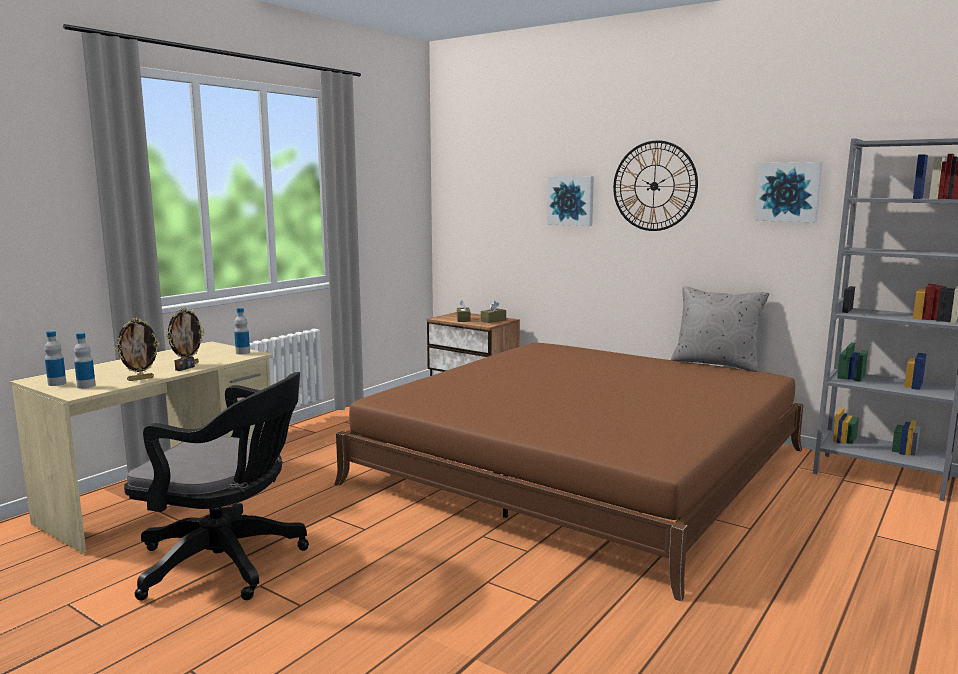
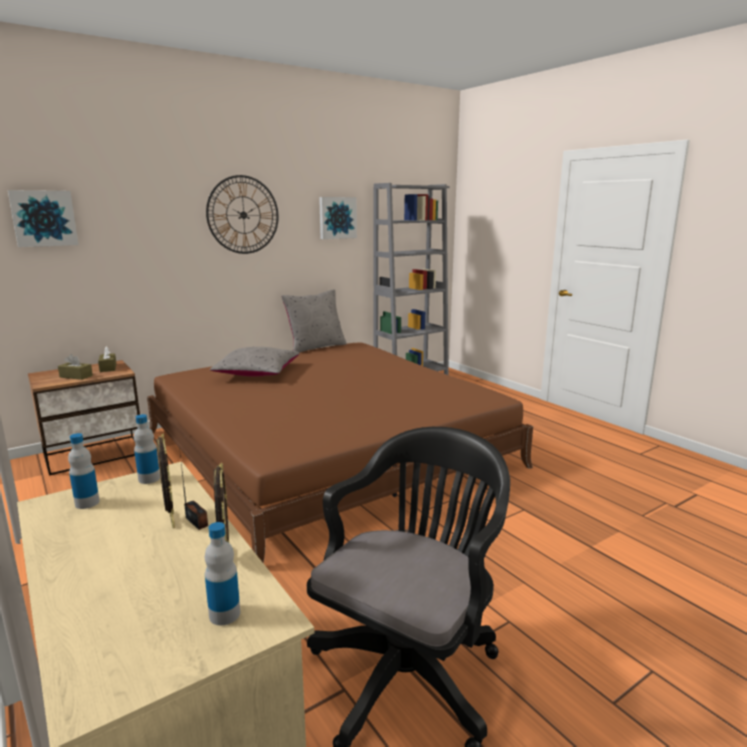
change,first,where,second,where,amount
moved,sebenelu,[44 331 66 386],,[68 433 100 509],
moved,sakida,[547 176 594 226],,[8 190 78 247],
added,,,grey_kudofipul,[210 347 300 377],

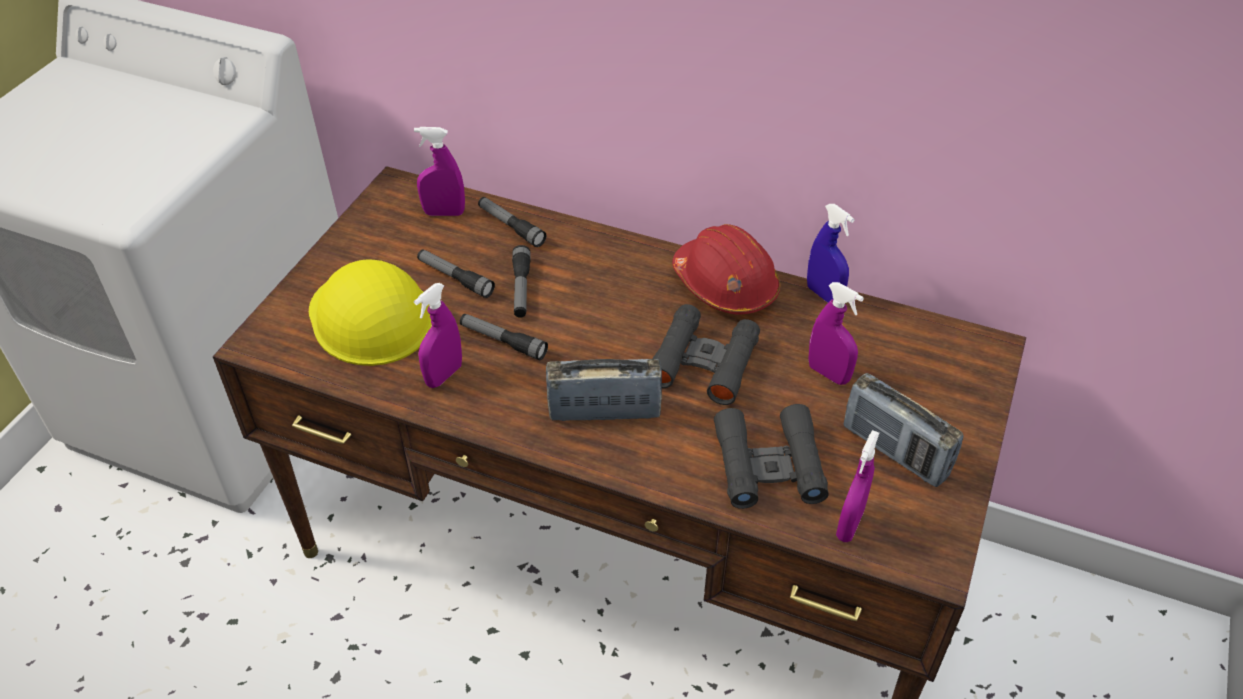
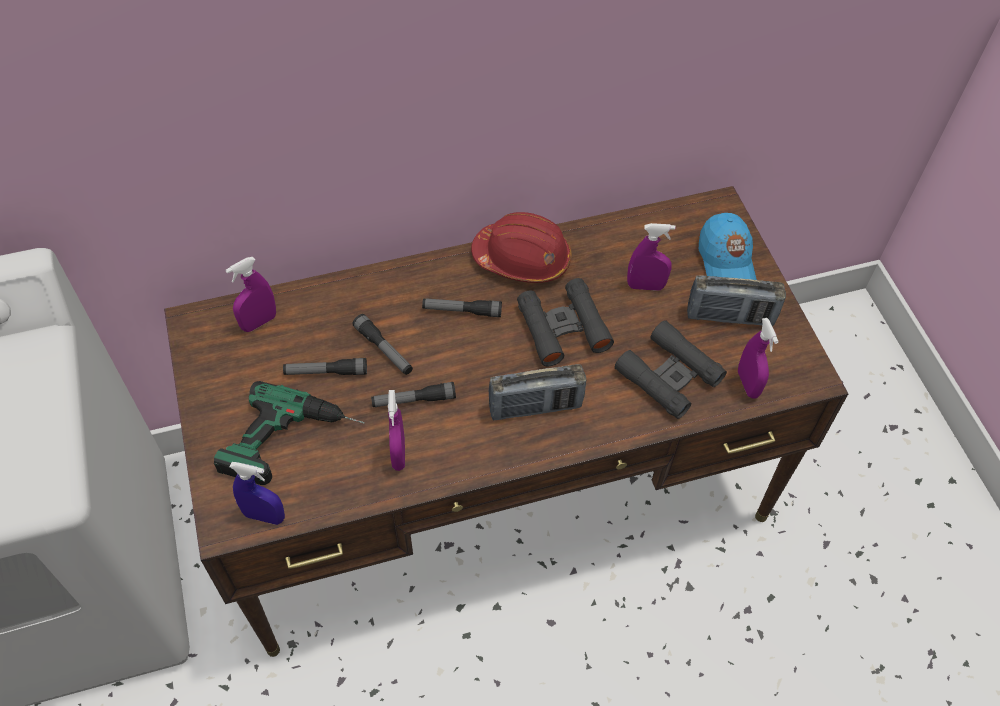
change,first,where,second,where,amount
replaced,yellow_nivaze,[309 259 432 366],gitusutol,[214 381 365 485],
moved,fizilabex,[478 197 547 247],,[422 298 502 317],
turned,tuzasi,[546 359 662 421],,[488 364 586 420],150 degrees counterclockwise
moved,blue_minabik,[807 204 855 303],,[230 462 285 525],
added,,,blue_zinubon,[699 213 757 280],

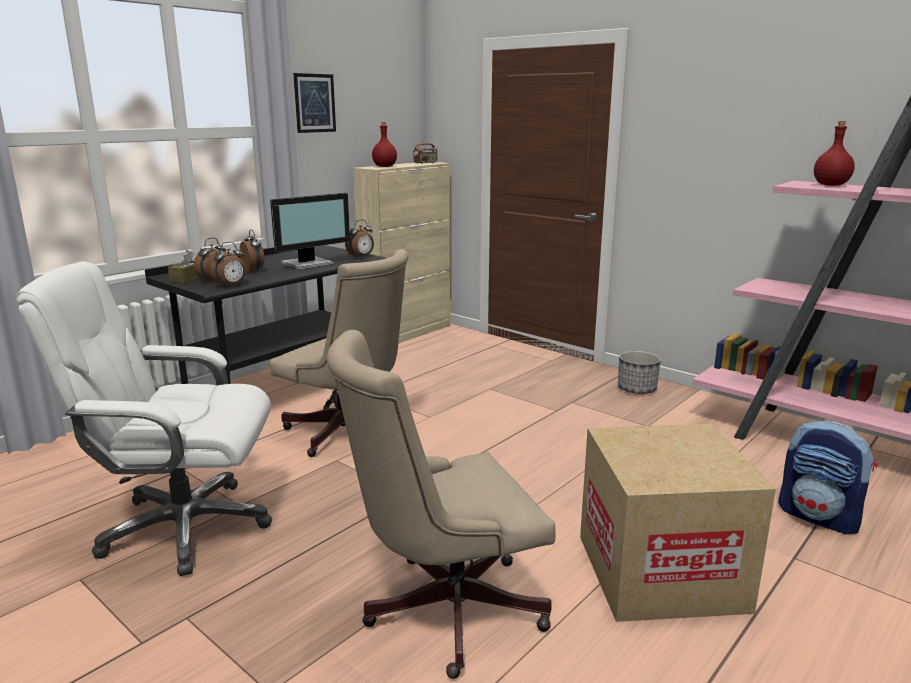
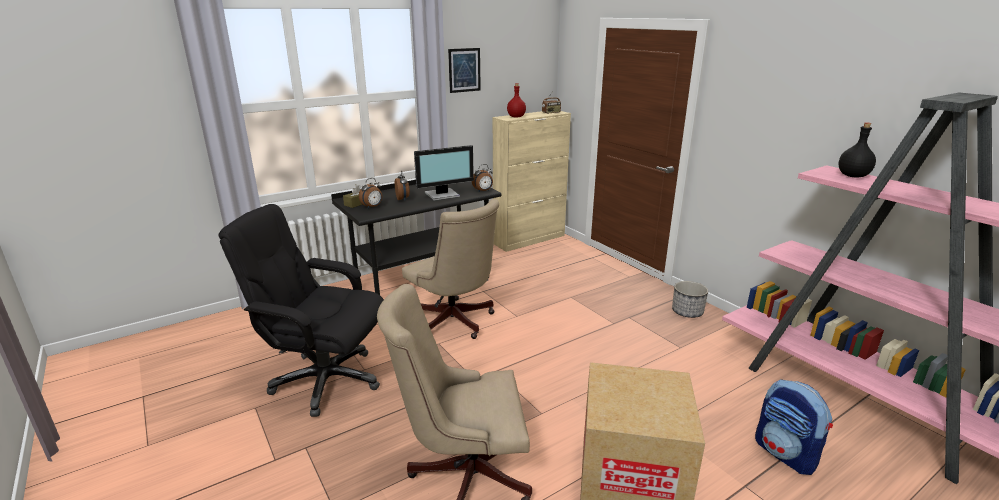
change,first,where,second,where,amount
recoloured,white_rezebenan,[16 261 272 576],black_rezebenan,[218 204 384 417],
removed,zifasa,[210 242 246 288],,,
recoloured,red_sebenelu,[814 121 855 186],black_sebenelu,[839 122 876 178],

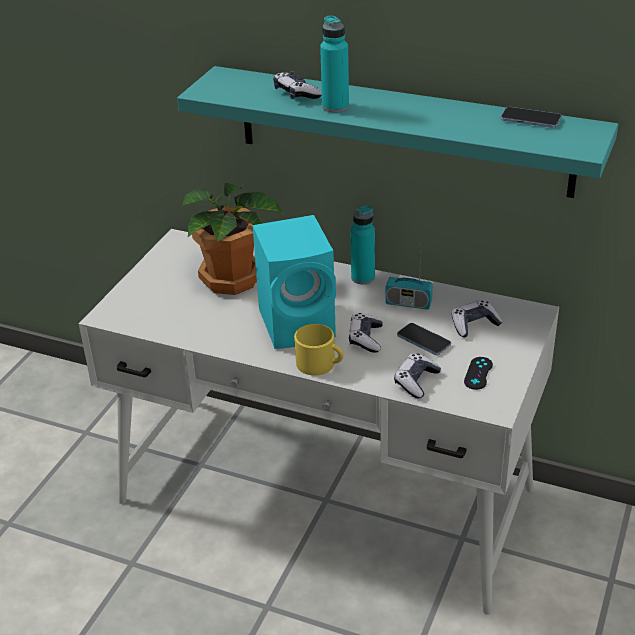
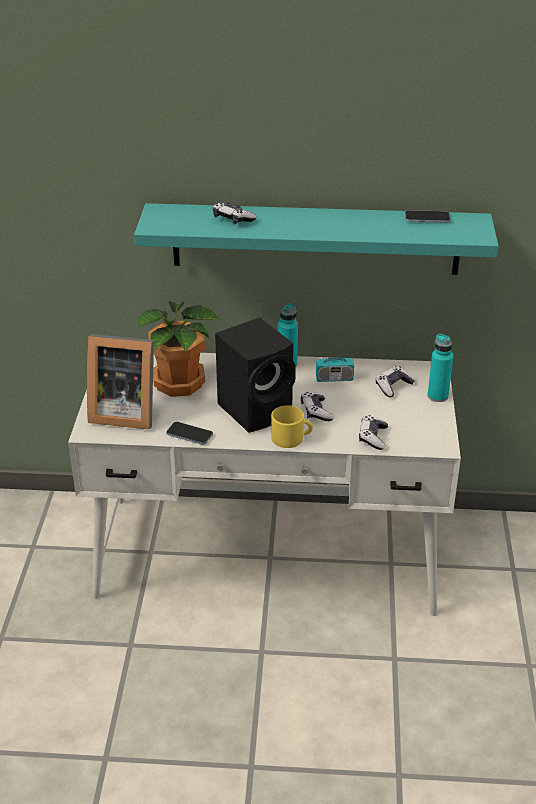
change,first,where,second,where,amount
recoloured,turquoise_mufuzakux,[252 215 336 349],black_mufuzakux,[215 317 296 433],
moved,turquoise_sebenelu,[320 15 349 113],,[428 334 454 402],
moved,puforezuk,[397 323 451 355],,[166 422 213 445],
removed,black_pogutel,[464 357 493 390],,,
added,,,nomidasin,[87 334 154 430],

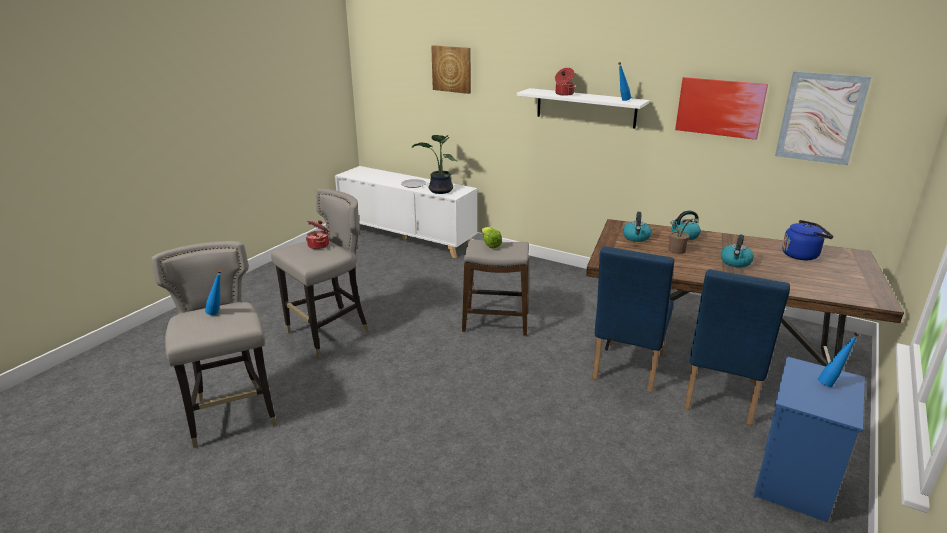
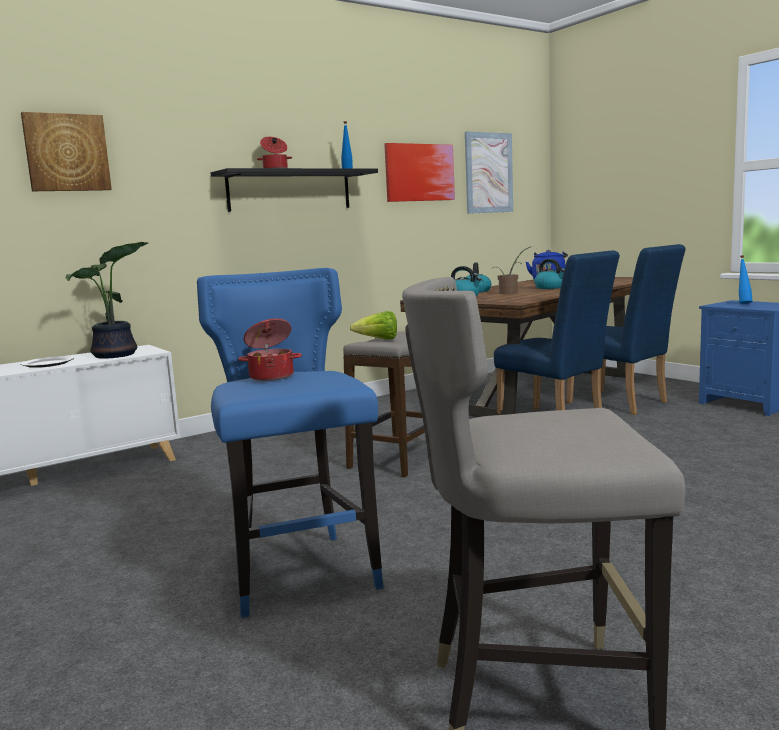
change,first,where,second,where,amount
removed,blue_sebenelu,[205 270 221 315],,,
recoloured,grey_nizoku,[271 189 369 358],blue_nizoku,[197 268 383 618],
recoloured,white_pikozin,[517 88 650 129],black_pikozin,[210 168 378 212],

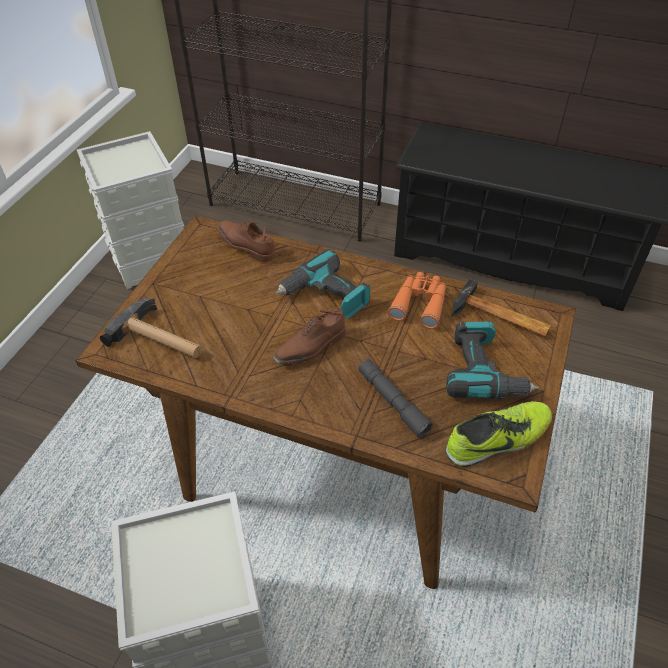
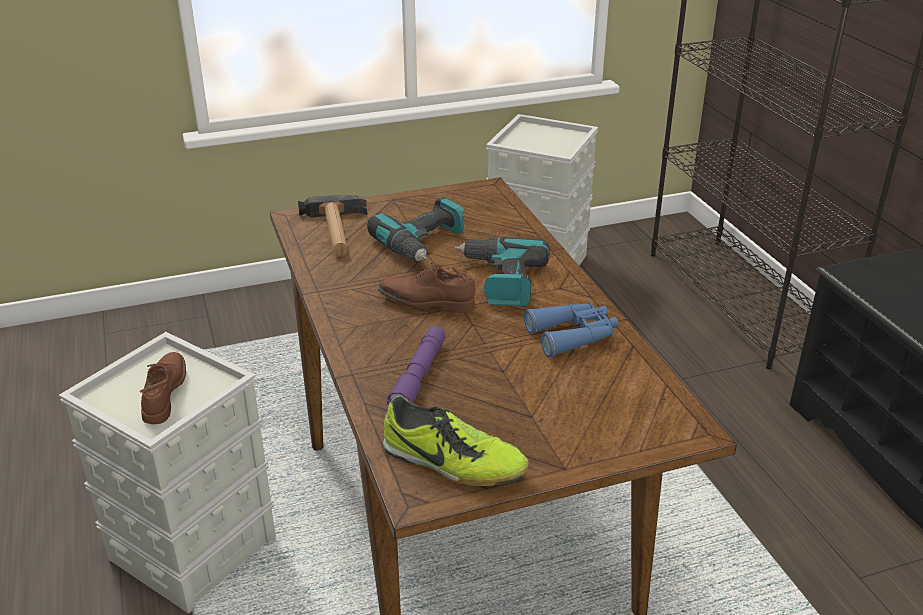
change,first,where,second,where,amount
moved,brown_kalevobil,[218 219 275 262],,[139 352 186 424],
recoloured,grey_fizilabex,[359 359 433 438],purple_fizilabex,[387 326 446 405],
recoloured,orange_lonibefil,[388 272 446 329],blue_lonibefil,[524 302 618 357],
moved,gitusutol,[446 321 539 399],,[367 197 464 263],
removed,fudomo,[451 279 551 336],,,

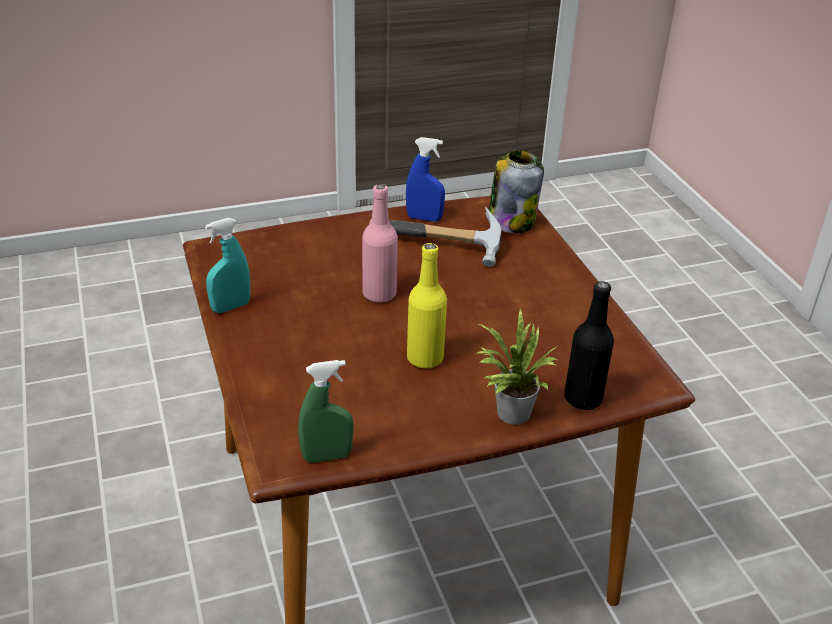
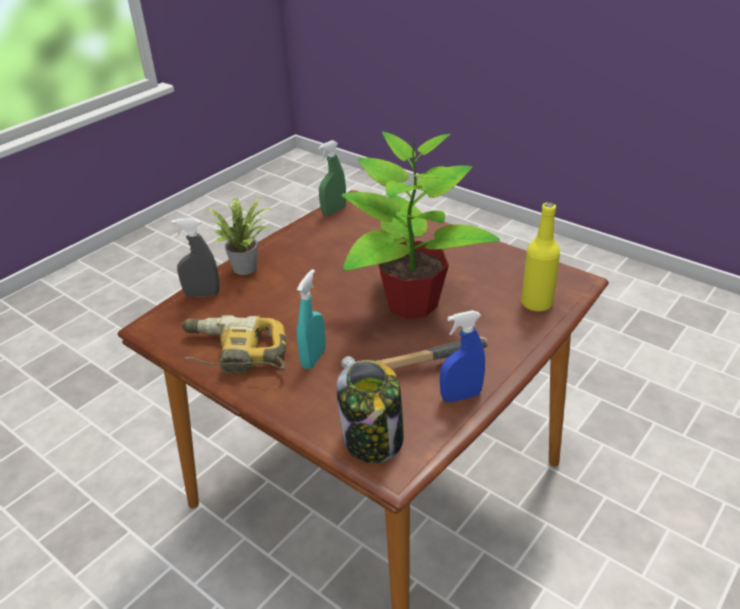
change,first,where,second,where,amount
moved,turquoise_minabik,[205 218 250 313],,[297 269 326 369],
replaced,pink_sebenelu,[362 184 398 302],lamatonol,[341 131 500 319],
moved,yellow_sebenelu,[407 243 447 368],,[521 202 560 311],
replaced,black_sebenelu,[564 281 614 410],grey_minabik,[171 218 220 297],
added,,,gitusutol,[181 315 286 374],

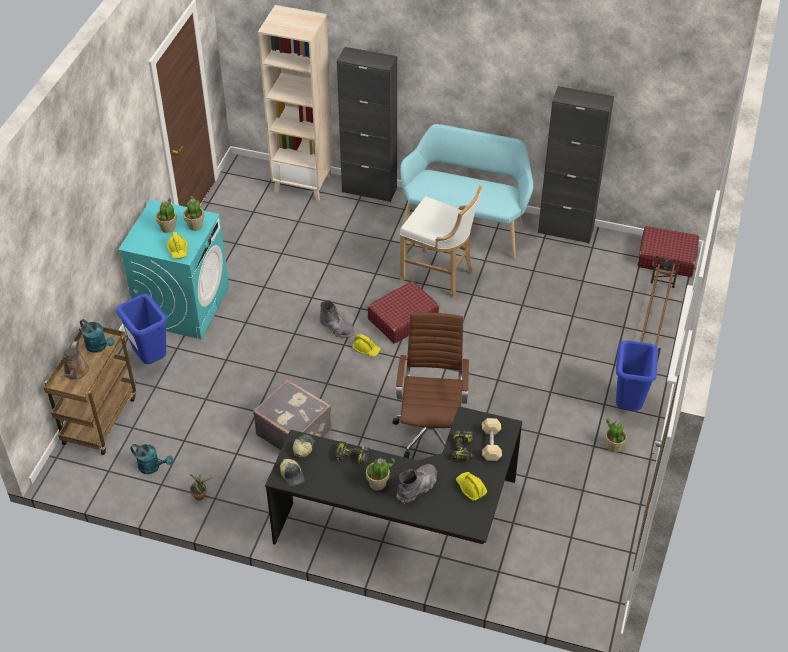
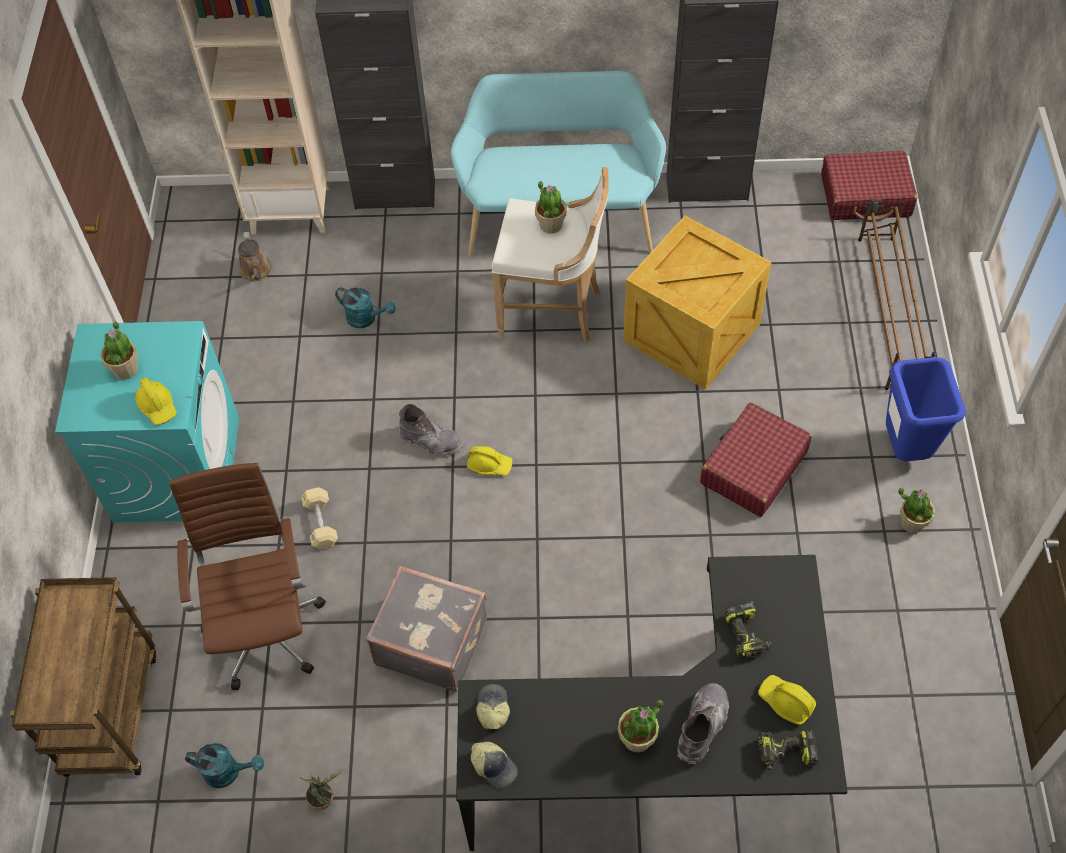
change,first,where,second,where,amount
moved,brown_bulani,[61 341 89 380],,[238 231 272 281],
moved,turquoise_bulani,[80 319 115 353],,[335 287 396 328],
removed,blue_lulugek,[116 294 168 364],,,
moved,lamatonol,[183 196 204 231],,[535 181 566 234],
moved,gitusutol,[335 441 370 466],,[758 730 818 770],
moved,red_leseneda,[368 281 439 344],,[700 402 812 517],
moved,brown_rezebenan,[393 312 469 458],,[169 463 326 690],
moved,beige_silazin,[482 418 502 461],,[301 487 338 549],
added,,,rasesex,[623 216 771 390],

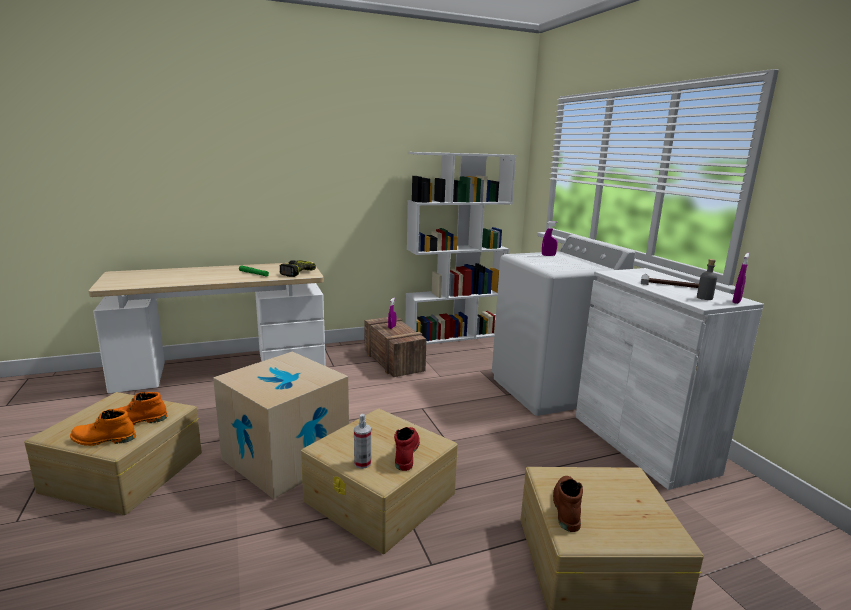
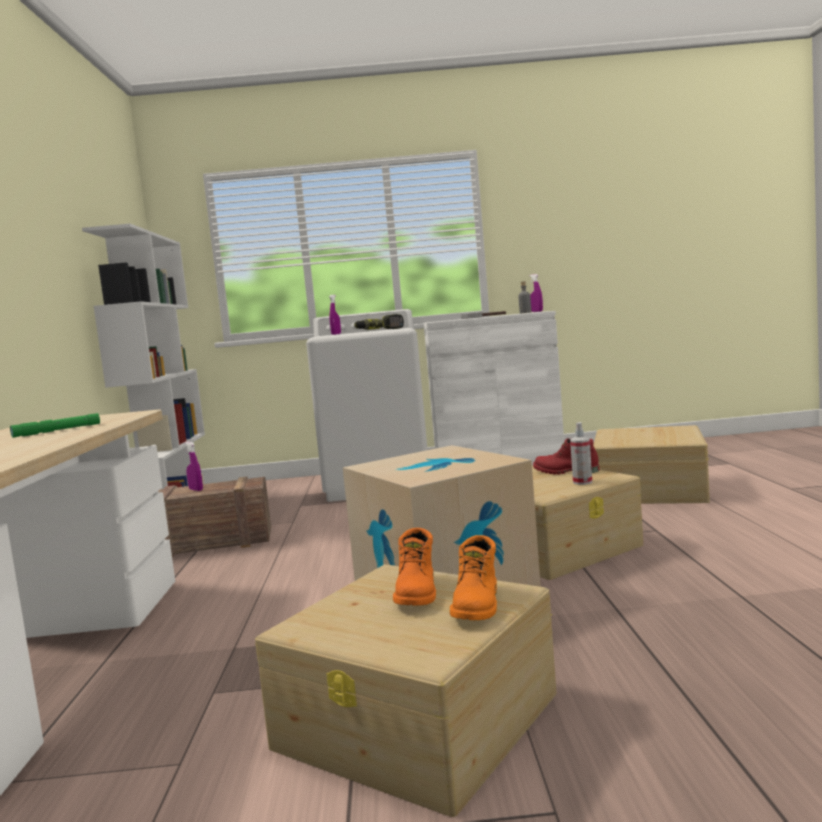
change,first,where,second,where,amount
moved,gitusutol,[280 260 316 277],,[354 314 404 330],
removed,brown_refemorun,[553 476 583 532],,,

